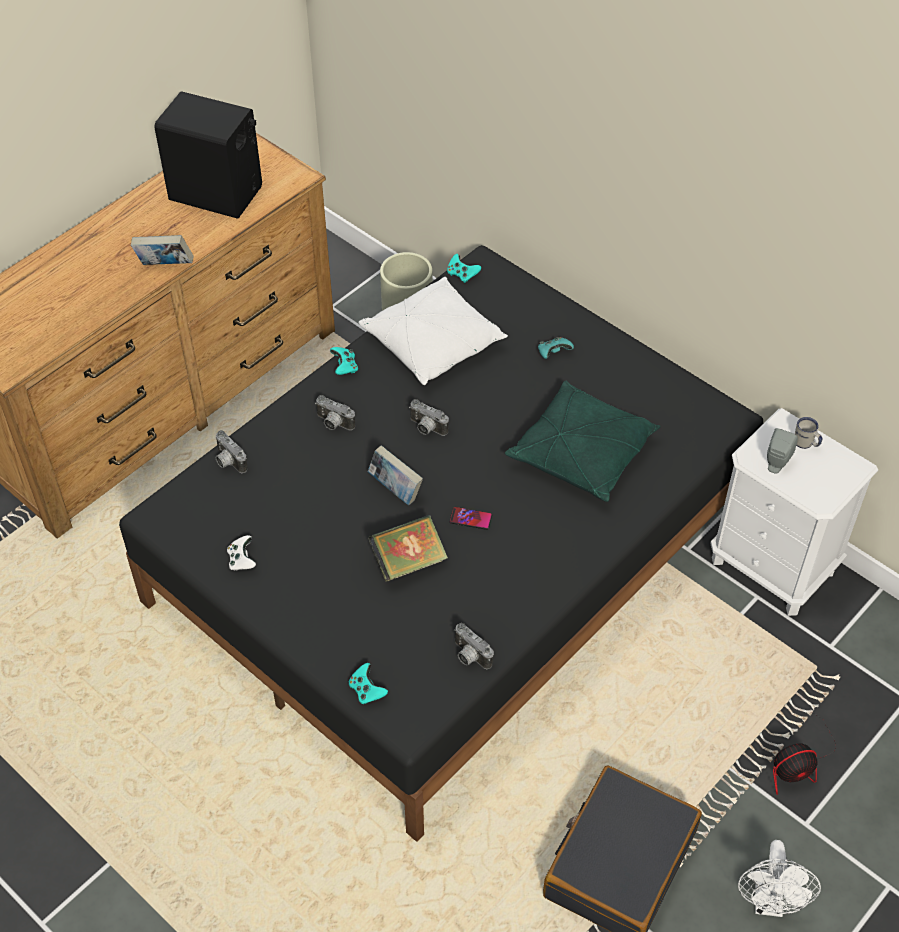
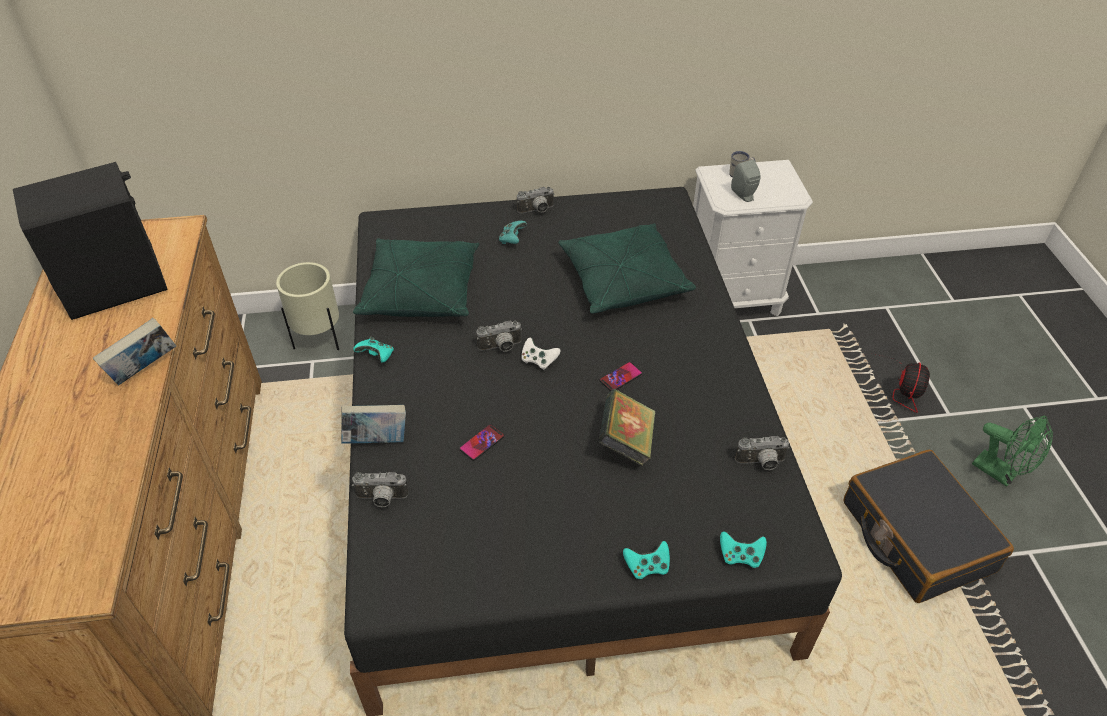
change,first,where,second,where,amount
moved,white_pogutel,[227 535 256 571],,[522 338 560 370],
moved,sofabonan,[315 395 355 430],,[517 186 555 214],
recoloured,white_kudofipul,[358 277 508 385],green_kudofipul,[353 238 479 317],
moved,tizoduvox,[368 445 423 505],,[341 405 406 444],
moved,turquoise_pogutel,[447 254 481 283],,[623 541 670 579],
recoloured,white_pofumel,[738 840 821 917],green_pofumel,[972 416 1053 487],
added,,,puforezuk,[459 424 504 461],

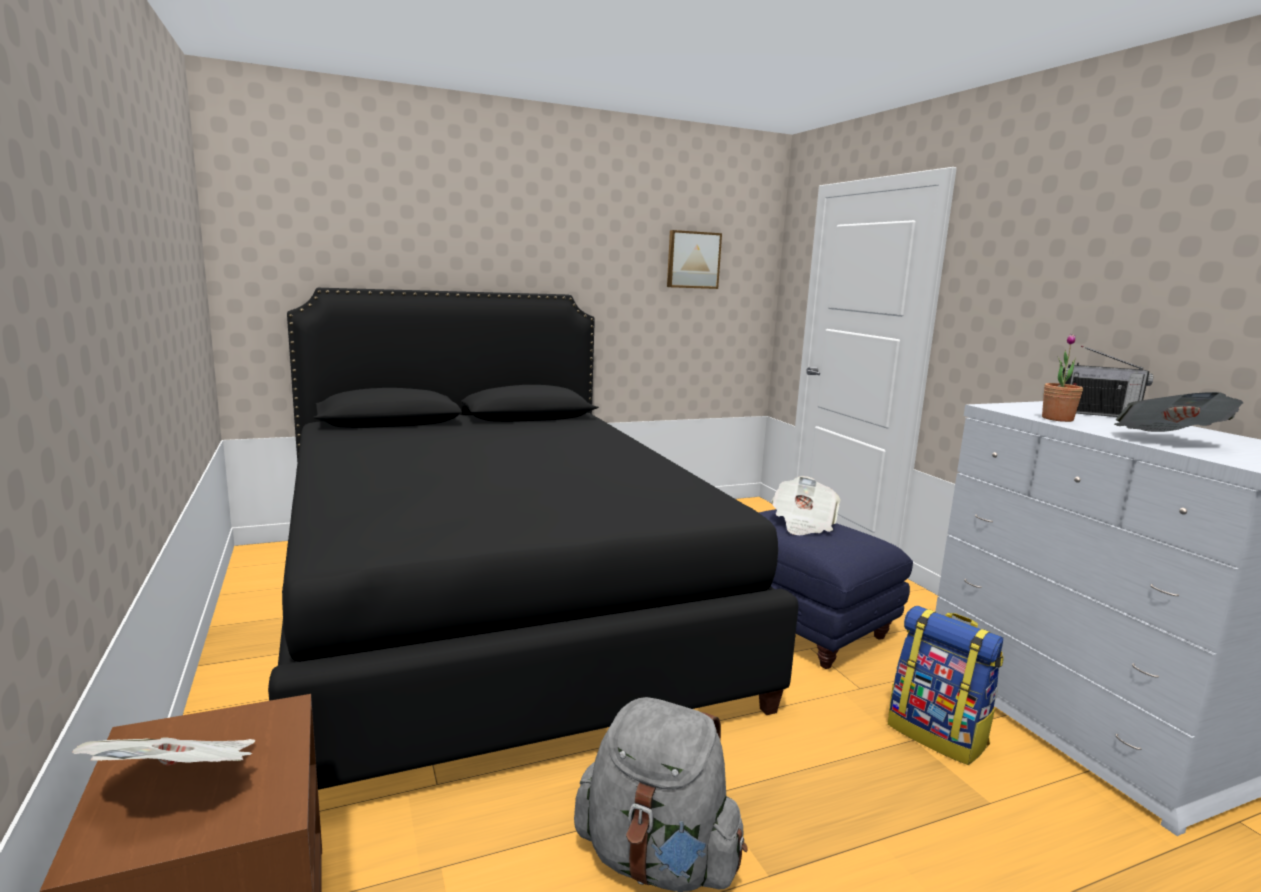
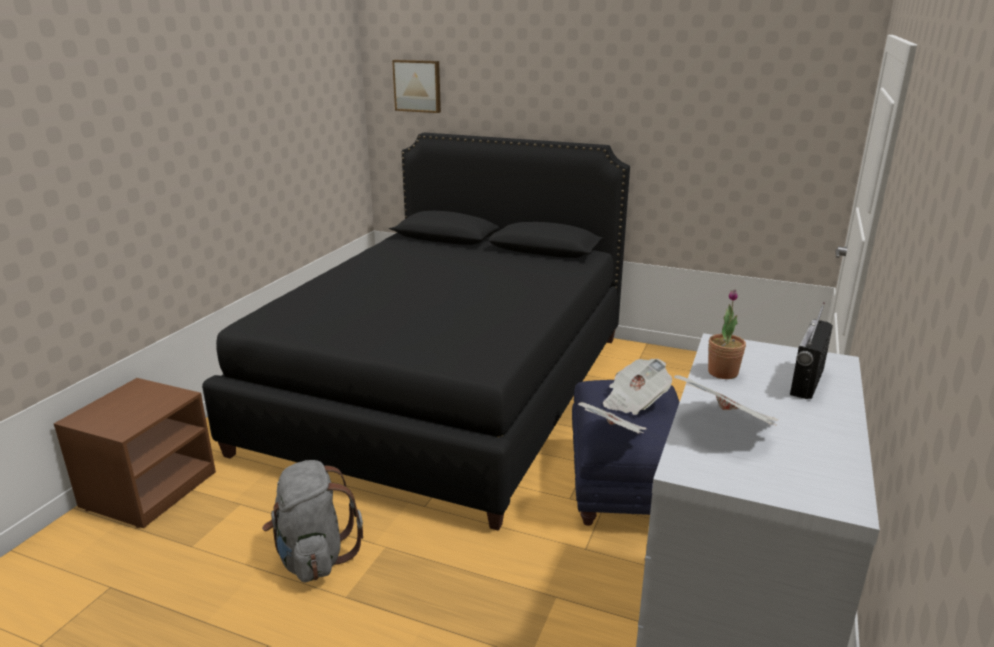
change,first,where,second,where,amount
moved,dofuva,[72 737 256 766],,[578 402 647 434],
moved,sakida,[667 230 722 289],,[392 60 441 113],
removed,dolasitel,[888 606 1004 765],,,
turned,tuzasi,[1062 346 1153 417],,[790 302 833 399],60 degrees clockwise

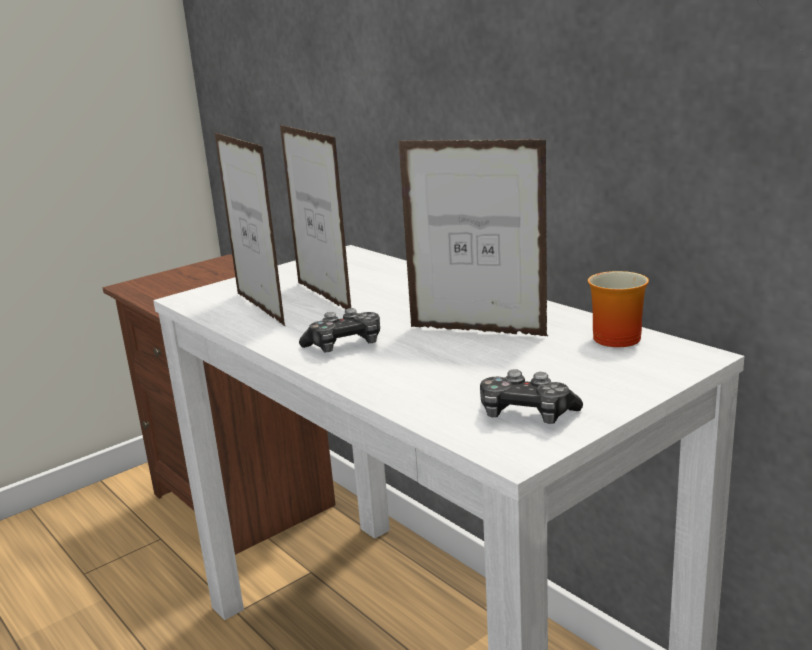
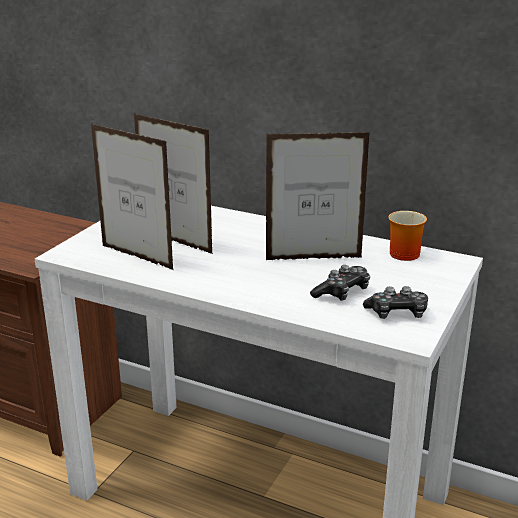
change,first,where,second,where,amount
moved,pogutel,[299 308 380 352],,[310 265 370 301],

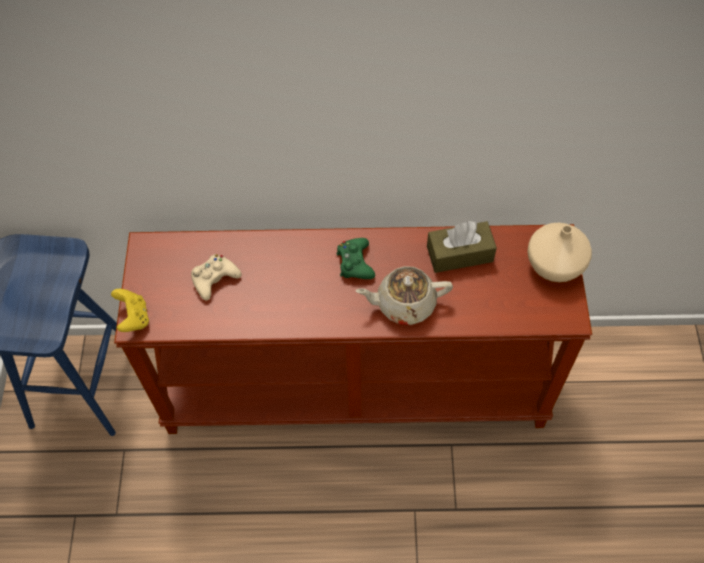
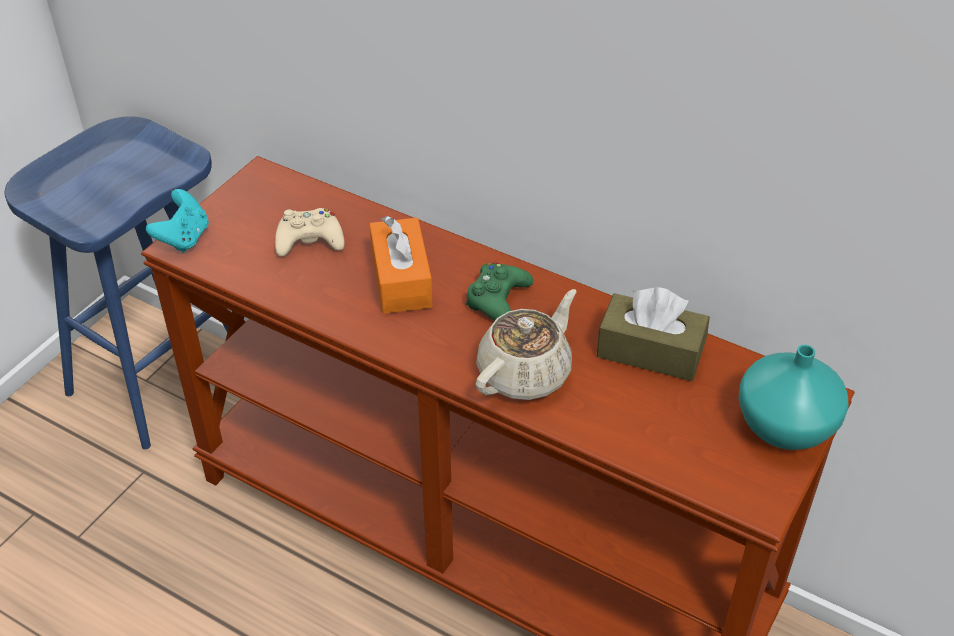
change,first,where,second,where,amount
recoloured,yellow_pogutel,[111 289 149 332],turquoise_pogutel,[146 189 209 253],
turned,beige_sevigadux,[356 266 453 325],,[476 289 576 400],105 degrees clockwise
recoloured,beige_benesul,[527 223 592 282],turquoise_benesul,[739 345 849 450],
added,,,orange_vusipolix,[370 216 433 314],

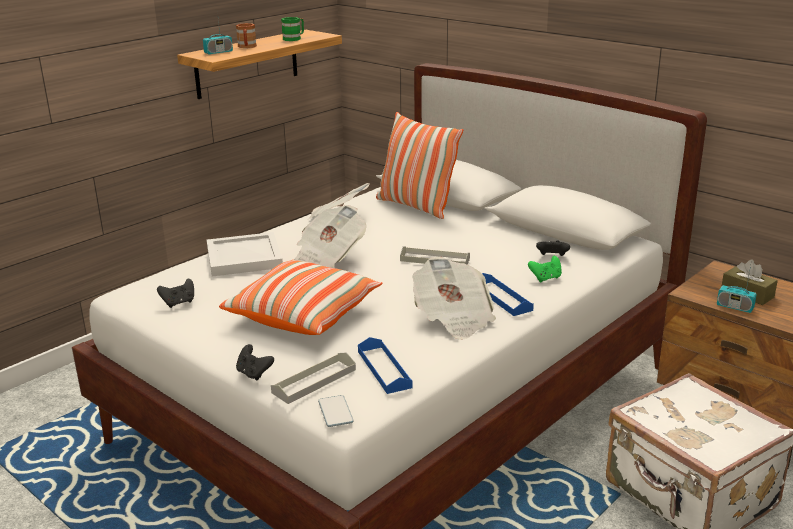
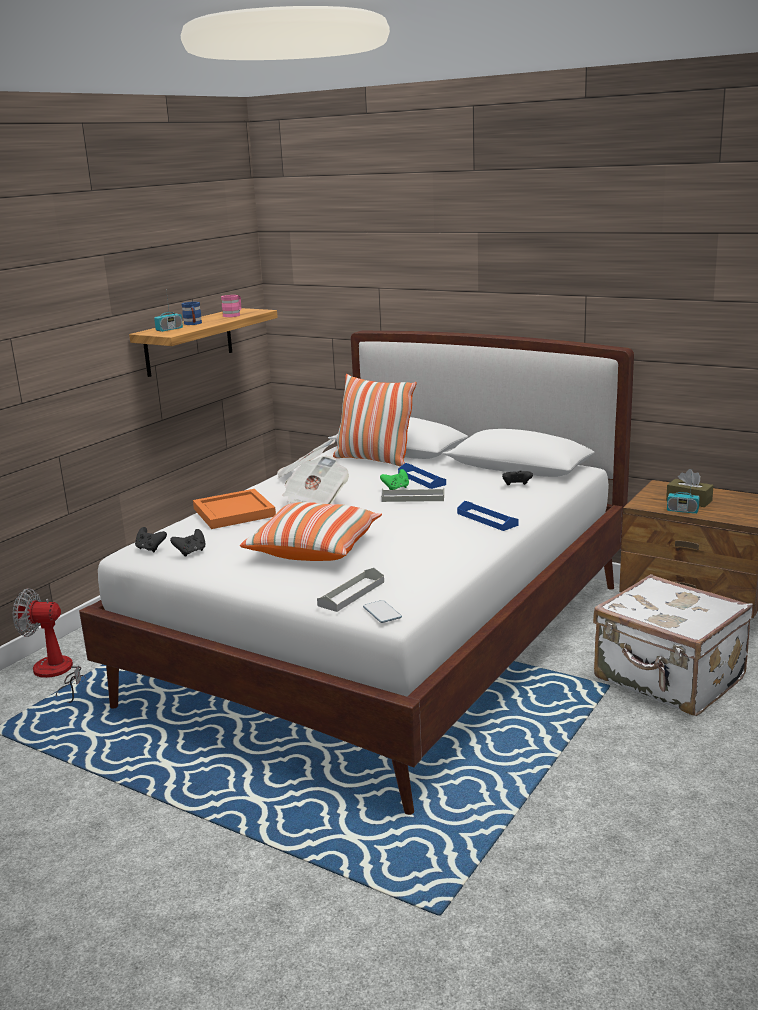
change,first,where,second,where,amount
recoloured,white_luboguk,[207 232 283 276],orange_luboguk,[193 489 276 529],
recoloured,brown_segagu,[236 23 257 48],blue_segagu,[182 302 202 325],
moved,black_pogutel,[236 344 274 380],,[135 527 167 552],
recoloured,green_segagu,[281 17 304 41],pink_segagu,[221 295 241 317],
moved,blue_luboguk,[358 337 413 394],,[398 463 446 489],
removed,dofuva,[412 257 496 340],,,
moved,green_pogutel,[528 256 562 282],,[380 469 409 490],
added,,,pofumel,[13 588 86 703],

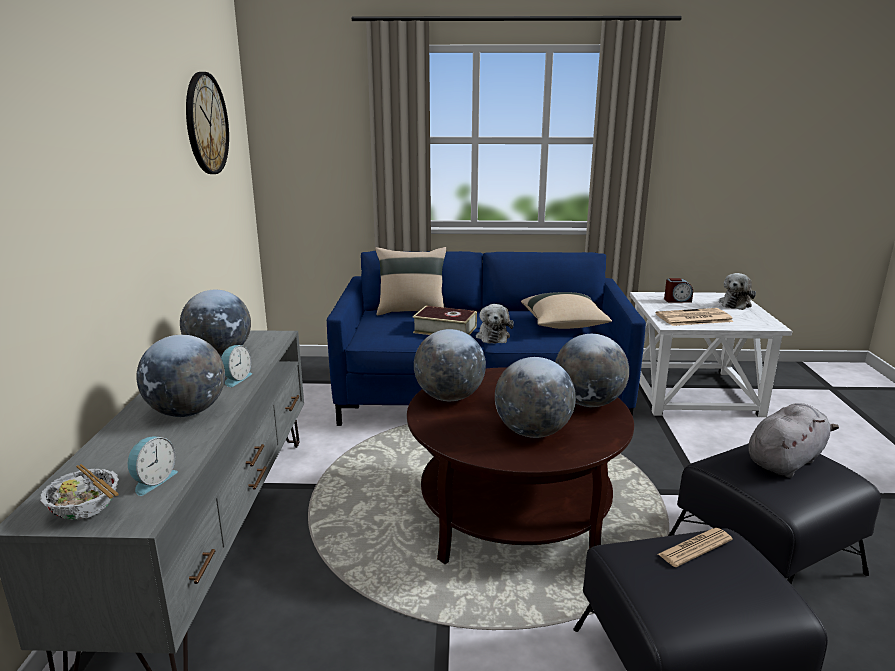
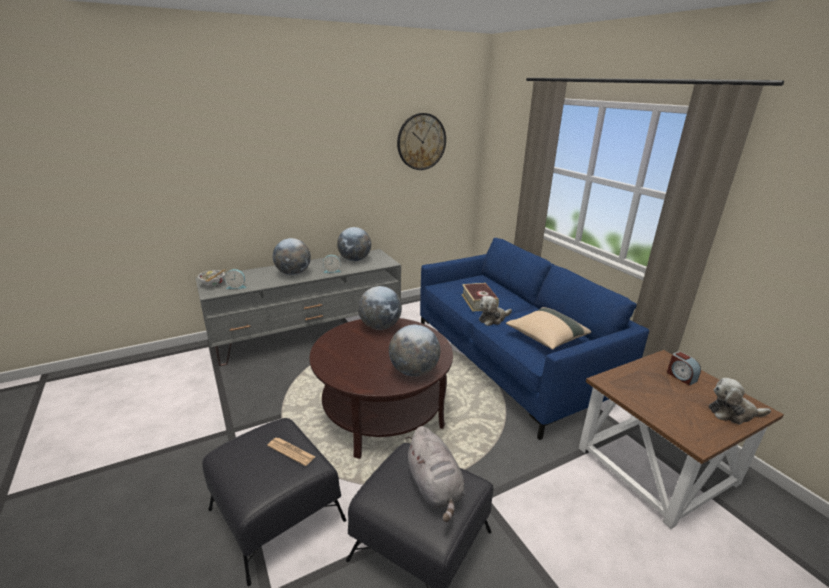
change,first,where,second,where,amount
removed,beige_kudofipul,[375 247 446 316],,,
removed,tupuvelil,[495 357 576 438],,,
recoloured,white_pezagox,[630 292 792 417],brown_pezagox,[579 350 784 529],
removed,dofuva,[656 308 734 326],,,
turned,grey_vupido,[748 403 839 478],,[405 426 465 522],45 degrees clockwise

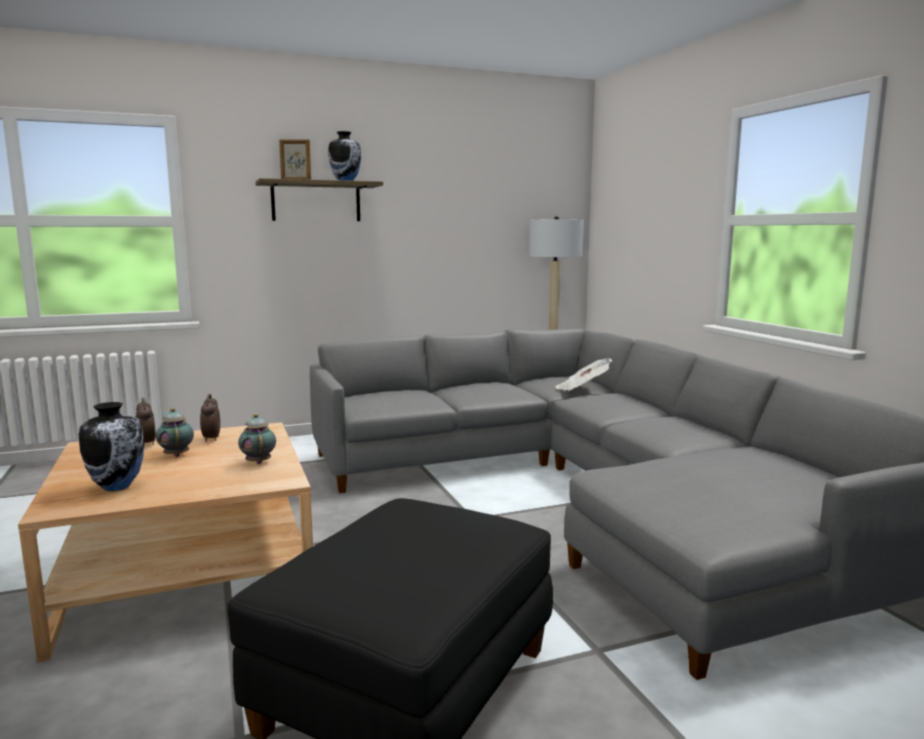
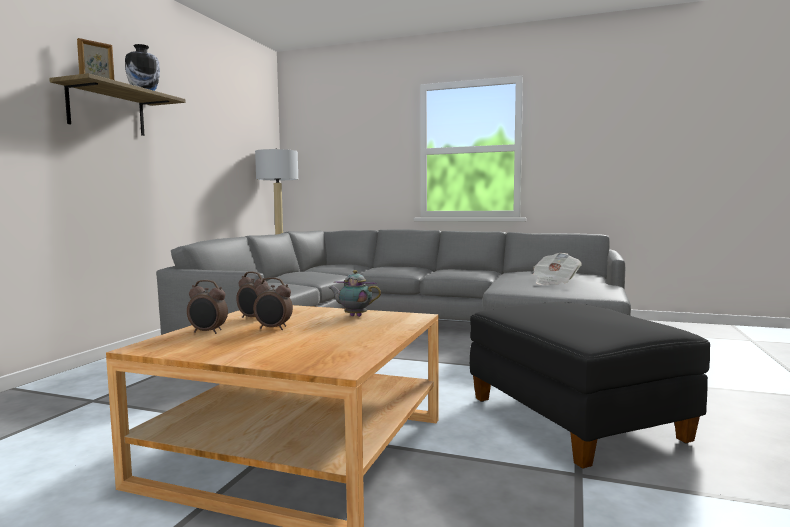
change,first,where,second,where,amount
removed,benesul,[79 402 145 491],,,
replaced,sevigadux,[156 408 194 457],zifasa,[253 277 293 330],
moved,dofuva,[555 358 612 391],,[533 253 582 285],

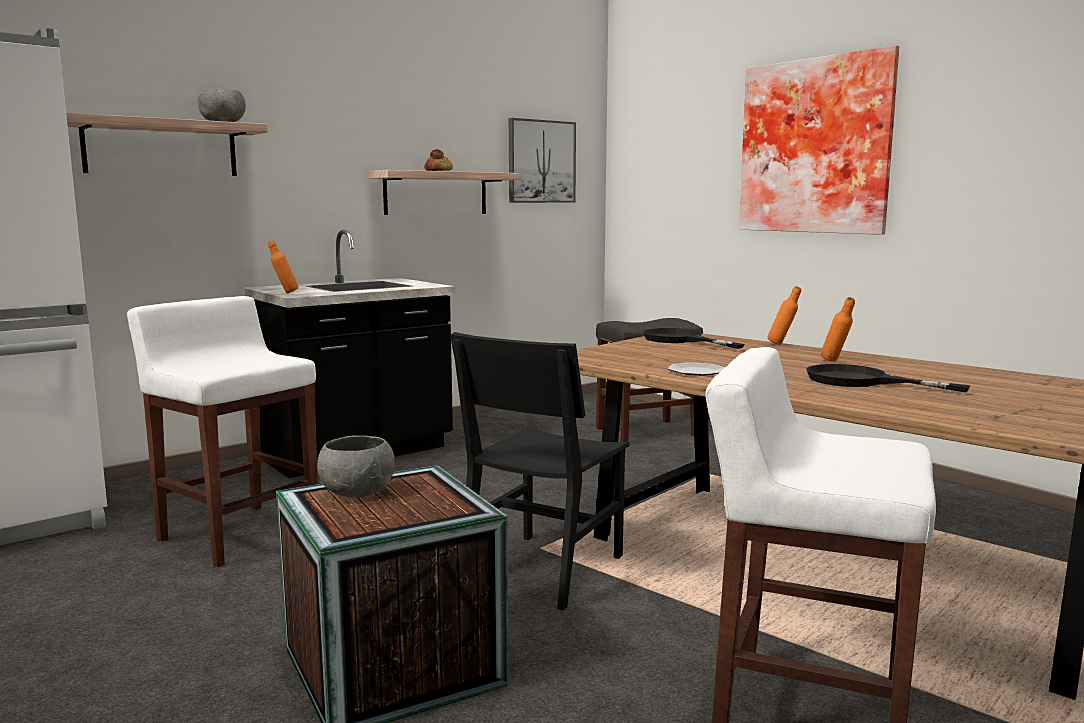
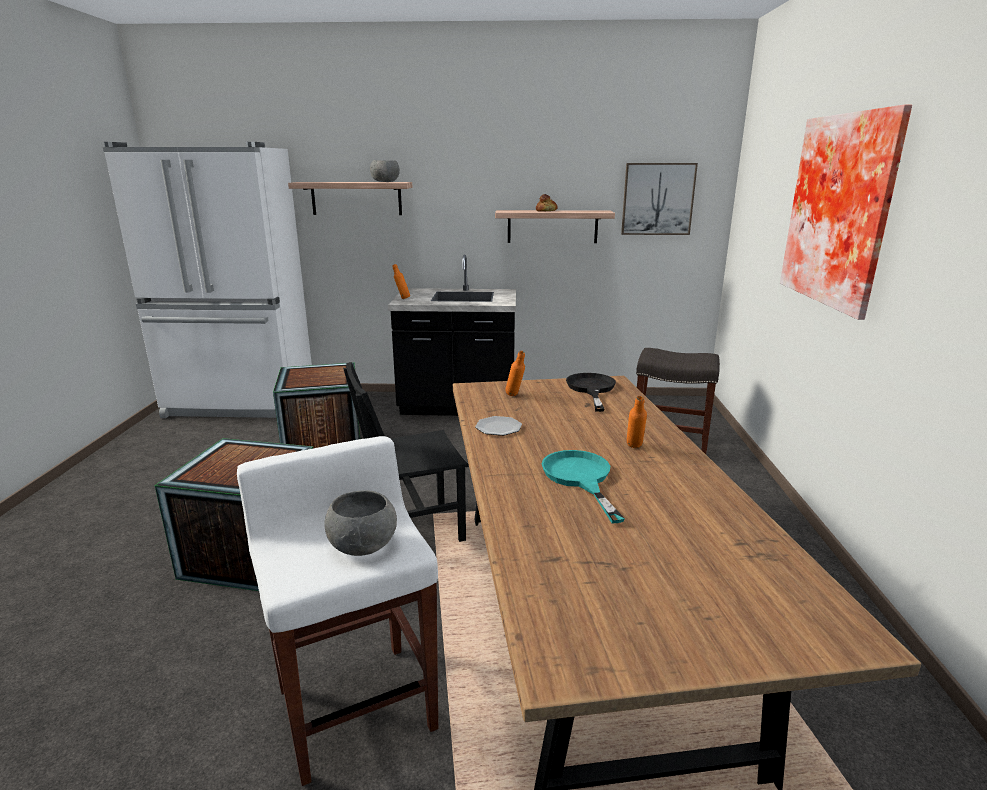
change,first,where,second,where,amount
replaced,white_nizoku,[127 296 318 567],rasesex,[273 362 361 448],
moved,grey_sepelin,[317 435 395 498],,[324 490 397 556],
moved,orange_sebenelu,[768 286 801 345],,[505 351 525 396],
recoloured,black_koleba,[806 364 970 392],turquoise_koleba,[541 450 625 523],

